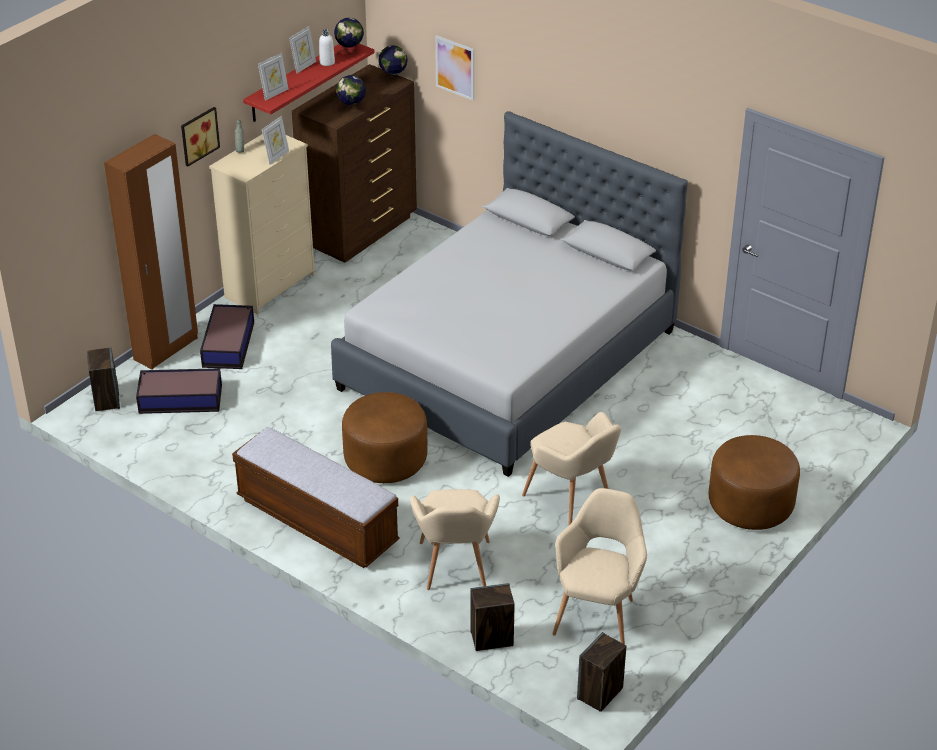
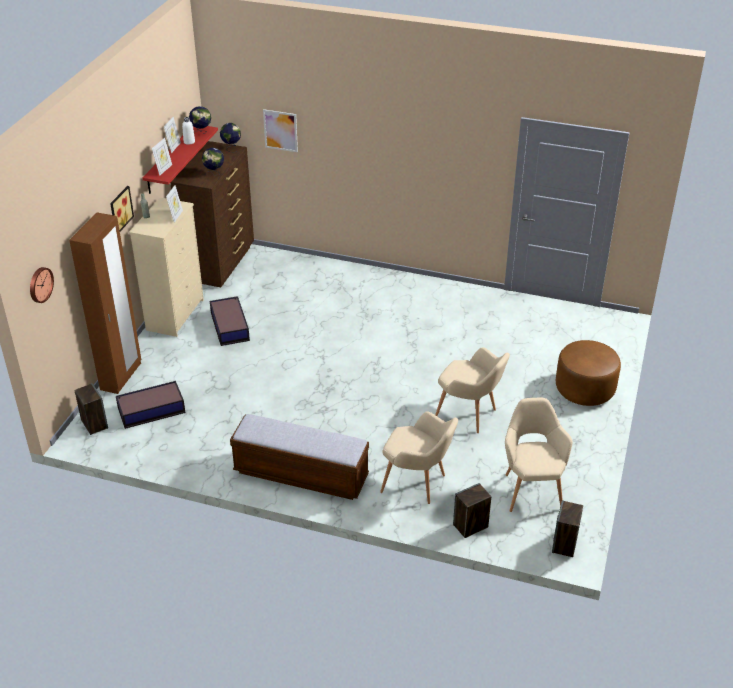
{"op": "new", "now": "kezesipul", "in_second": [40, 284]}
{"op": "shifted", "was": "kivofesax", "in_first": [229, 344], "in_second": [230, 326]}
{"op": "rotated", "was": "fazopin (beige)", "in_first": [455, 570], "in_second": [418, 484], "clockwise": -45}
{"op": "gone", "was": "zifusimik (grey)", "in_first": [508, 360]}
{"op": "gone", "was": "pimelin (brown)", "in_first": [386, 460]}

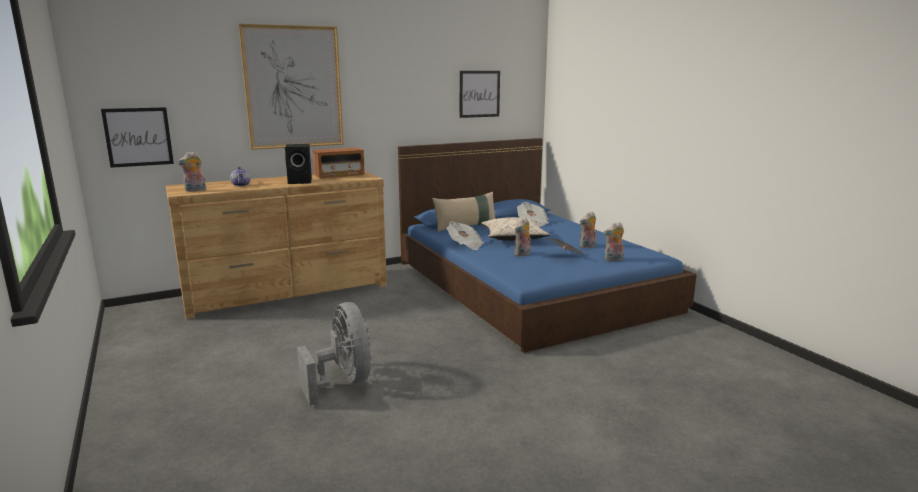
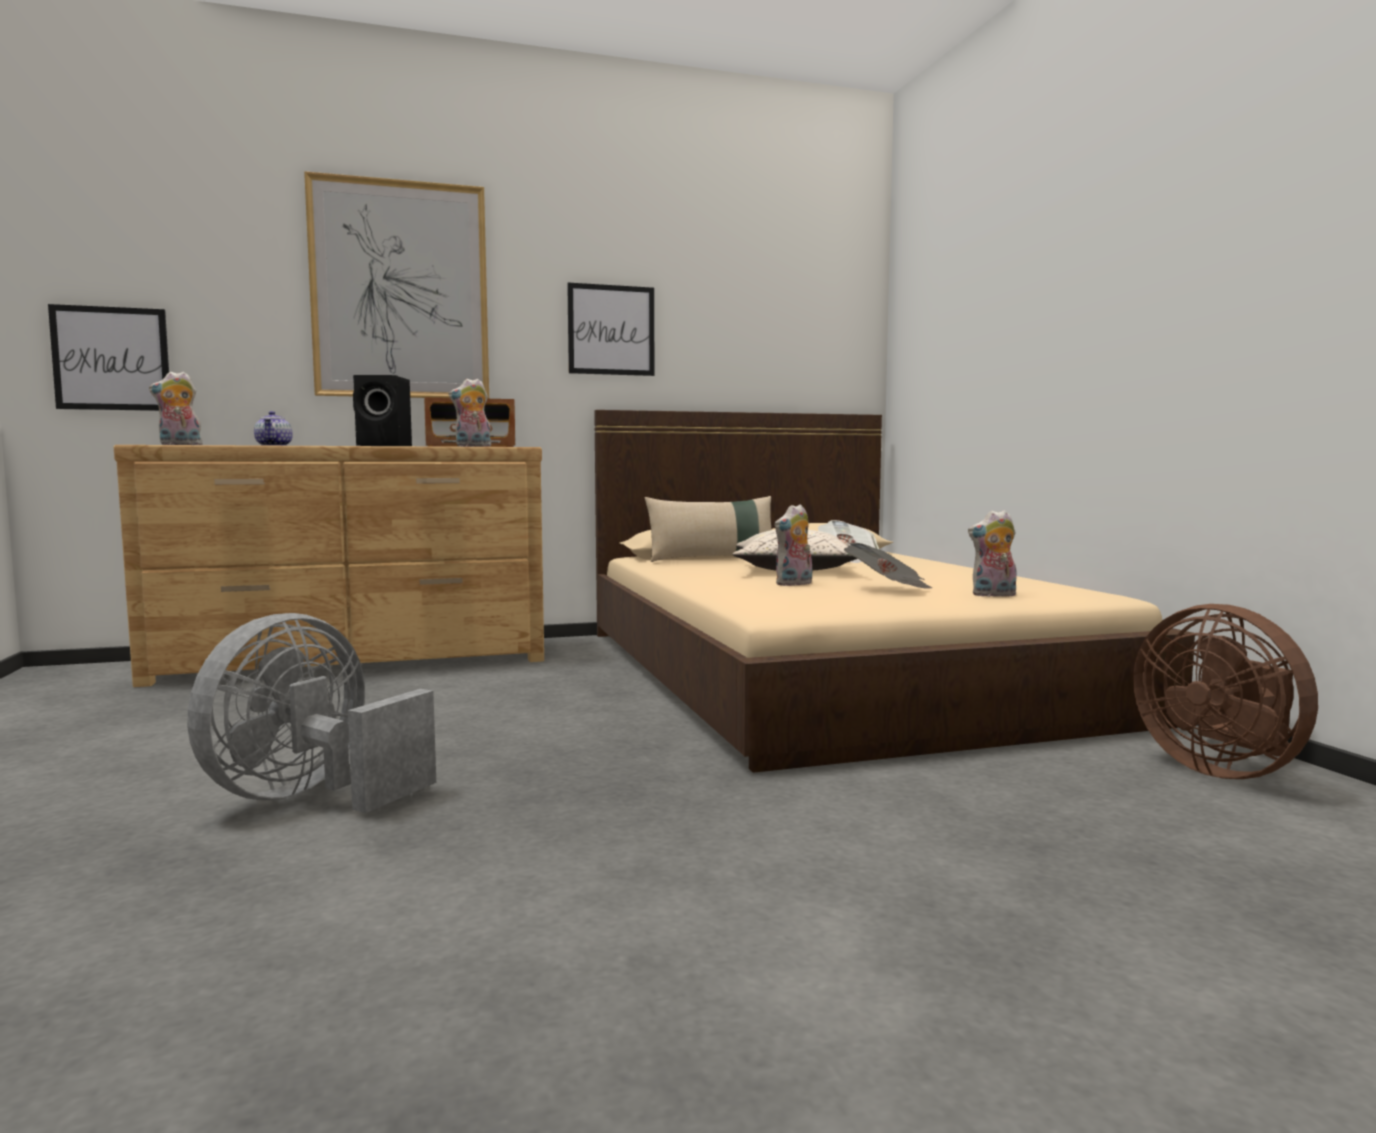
{"op": "rotated", "was": "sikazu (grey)", "in_first": [343, 382], "in_second": [310, 797], "clockwise": -135}
{"op": "shifted", "was": "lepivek", "in_first": [587, 246], "in_second": [472, 446]}
{"op": "shifted", "was": "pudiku", "in_first": [479, 94], "in_second": [611, 330]}
{"op": "repainted", "was": "zifusimik (blue)", "now": "zifusimik (beige)", "in_first": [529, 285], "in_second": [829, 671]}
{"op": "new", "now": "sikazu (brown)", "in_second": [1220, 769]}
{"op": "gone", "was": "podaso", "in_first": [465, 245]}

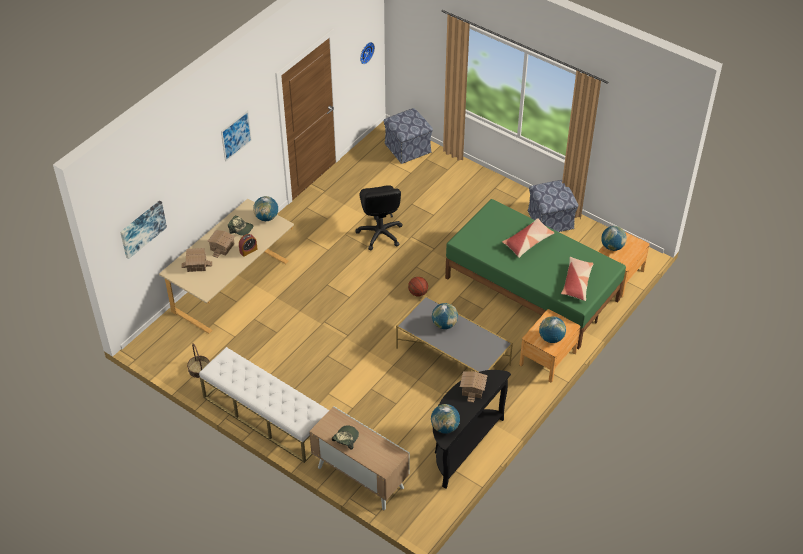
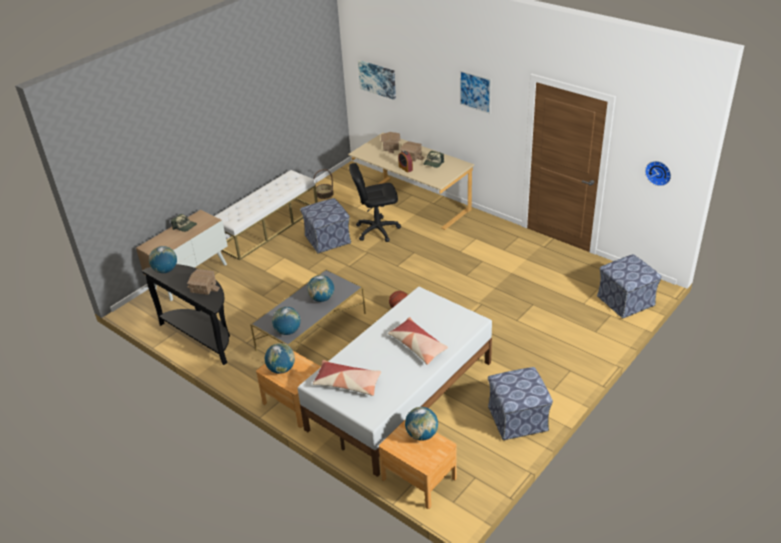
{"op": "shifted", "was": "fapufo", "in_first": [266, 217], "in_second": [288, 331]}
{"op": "repainted", "was": "zifusimik (green)", "now": "zifusimik (white)", "in_first": [531, 289], "in_second": [399, 395]}
{"op": "new", "now": "pimelin", "in_second": [327, 240]}
{"op": "shifted", "was": "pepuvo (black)", "in_first": [380, 234], "in_second": [377, 230]}

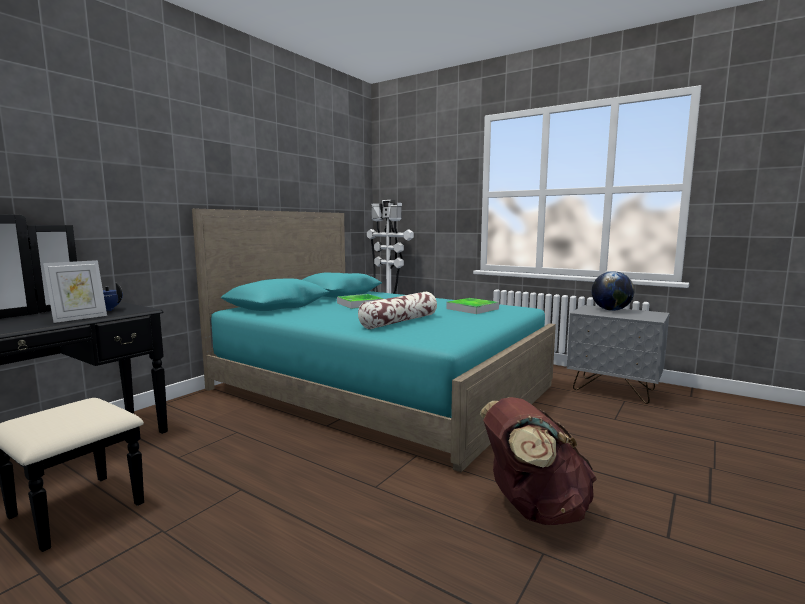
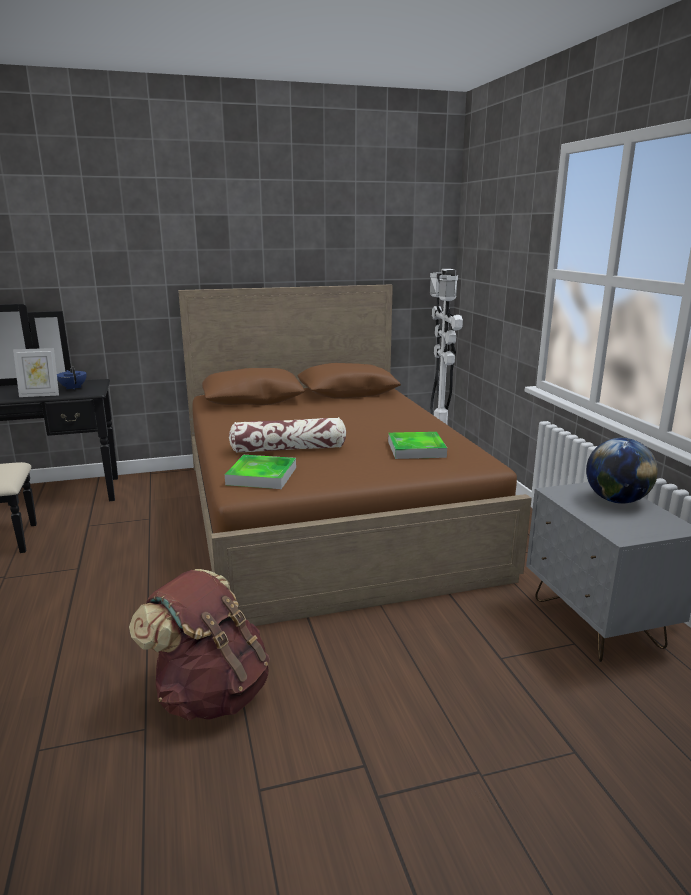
{"op": "repainted", "was": "zifusimik (turquoise)", "now": "zifusimik (brown)", "in_first": [381, 386], "in_second": [328, 514]}
{"op": "shifted", "was": "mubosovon", "in_first": [360, 304], "in_second": [261, 476]}

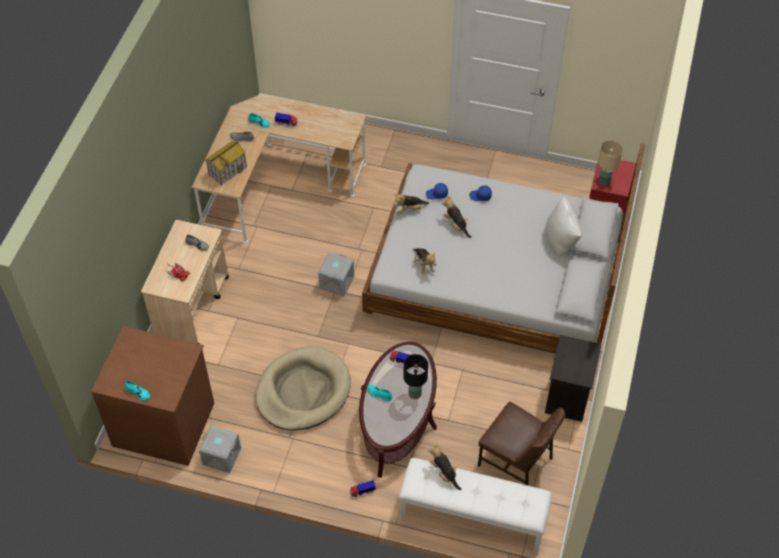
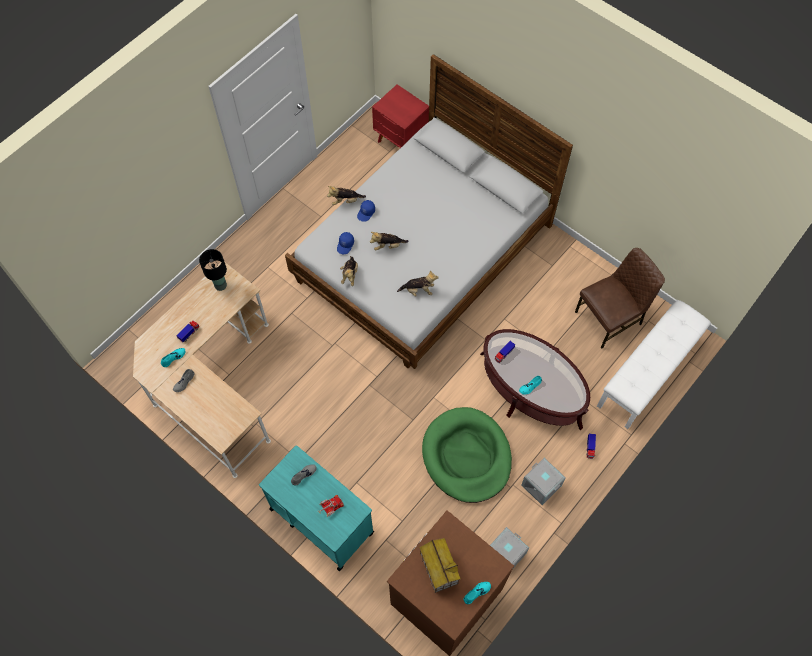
{"op": "shifted", "was": "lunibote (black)", "in_first": [414, 393], "in_second": [220, 285]}
{"op": "repainted", "was": "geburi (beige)", "now": "geburi (turquoise)", "in_first": [192, 306], "in_second": [321, 520]}
{"op": "shifted", "was": "lepivek", "in_first": [444, 473], "in_second": [345, 201]}
{"op": "shifted", "was": "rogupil", "in_first": [227, 170], "in_second": [438, 568]}
{"op": "repainted", "was": "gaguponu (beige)", "now": "gaguponu (green)", "in_first": [303, 391], "in_second": [466, 456]}
{"op": "shifted", "was": "kivofesax (grey)", "in_first": [336, 282], "in_second": [540, 485]}
{"op": "gone", "was": "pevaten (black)", "in_first": [568, 398]}
{"op": "gone", "was": "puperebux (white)", "in_first": [561, 242]}
{"op": "gone", "was": "lunibote (beige)", "in_first": [604, 181]}

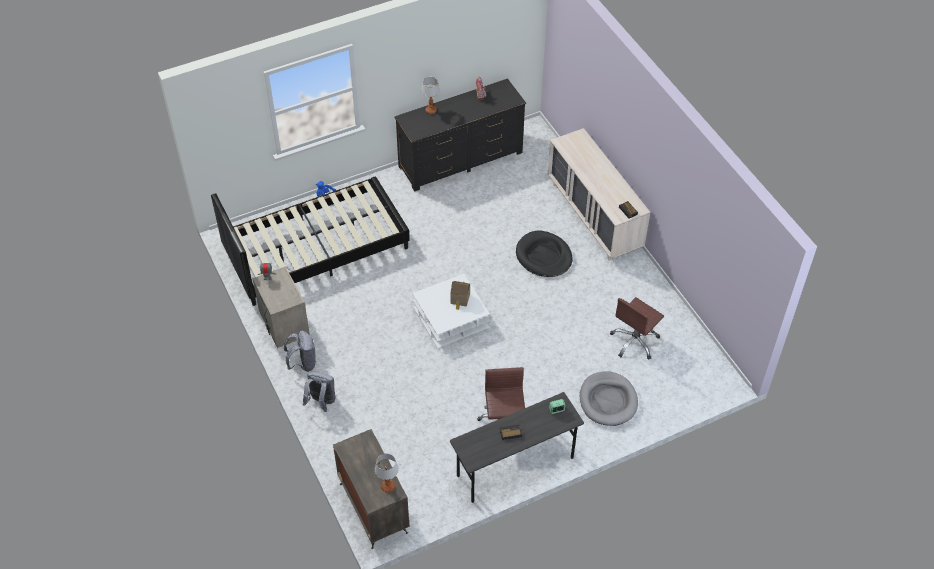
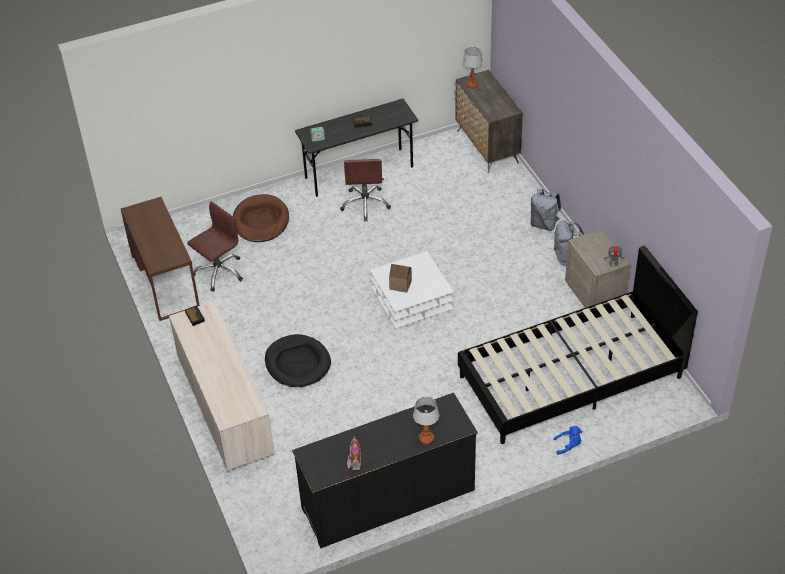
{"op": "new", "now": "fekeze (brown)", "in_second": [165, 281]}
{"op": "repainted", "was": "gaguponu (grey)", "now": "gaguponu (brown)", "in_first": [608, 400], "in_second": [261, 221]}

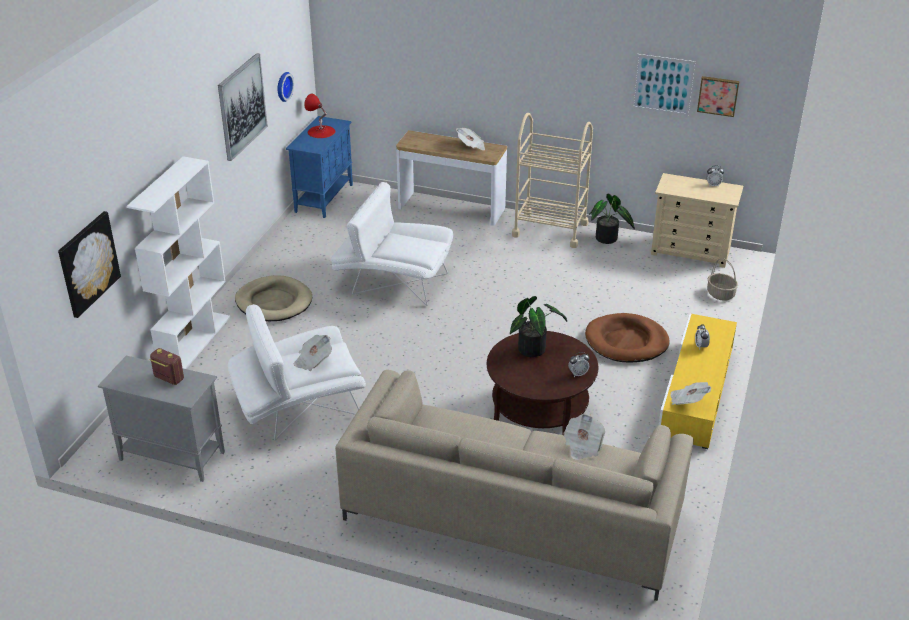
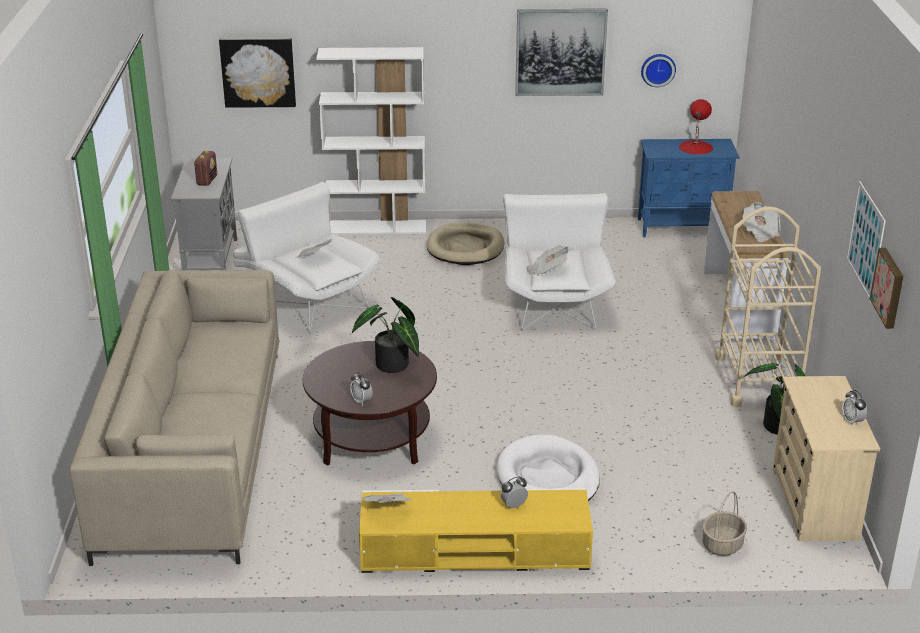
{"op": "repainted", "was": "gaguponu (brown)", "now": "gaguponu (white)", "in_first": [626, 342], "in_second": [548, 478]}
{"op": "shifted", "was": "podaso", "in_first": [582, 446], "in_second": [547, 270]}

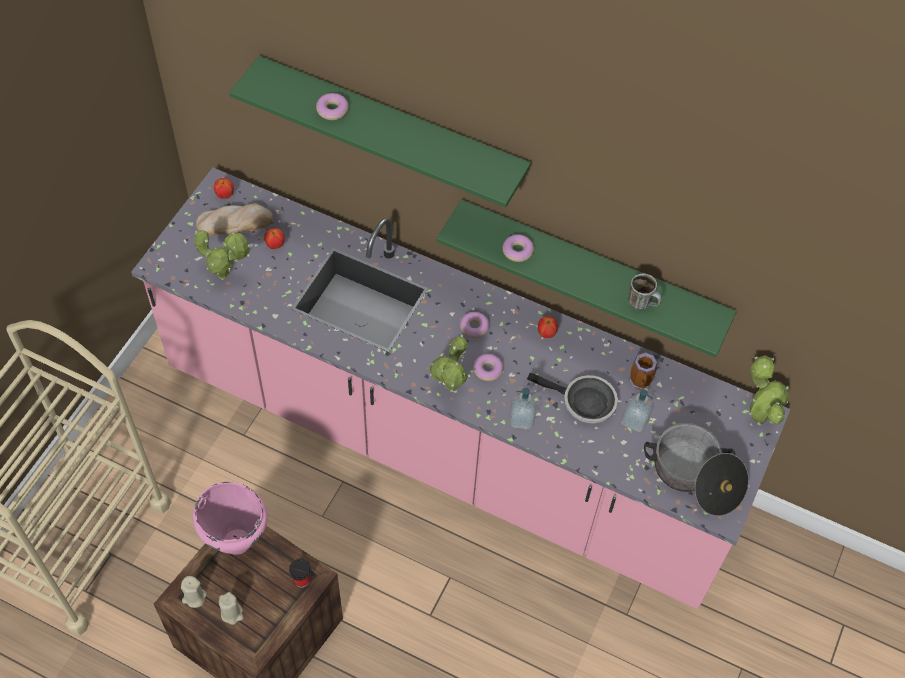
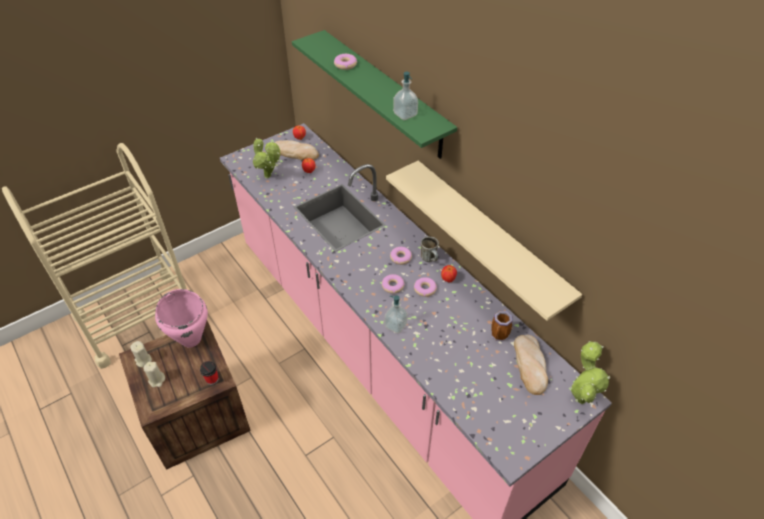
{"op": "repainted", "was": "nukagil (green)", "now": "nukagil (beige)", "in_first": [591, 271], "in_second": [489, 237]}
{"op": "shifted", "was": "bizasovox", "in_first": [634, 421], "in_second": [405, 114]}
{"op": "shifted", "was": "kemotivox", "in_first": [517, 251], "in_second": [425, 289]}
{"op": "shifted", "was": "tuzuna", "in_first": [643, 303], "in_second": [430, 259]}
{"op": "new", "now": "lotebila", "in_second": [530, 365]}
{"op": "gone", "was": "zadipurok", "in_first": [450, 389]}
{"op": "gone", "was": "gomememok", "in_first": [584, 402]}
{"op": "gone", "was": "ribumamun", "in_first": [694, 477]}

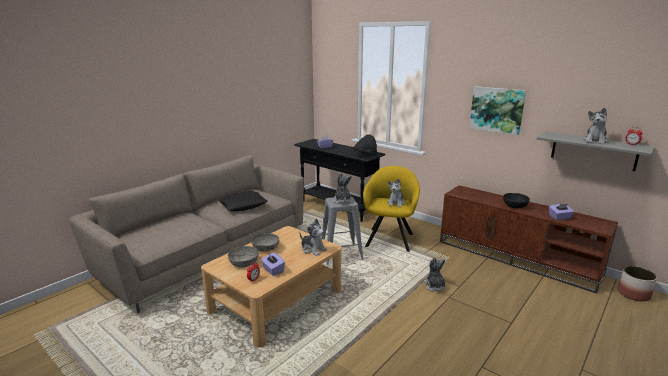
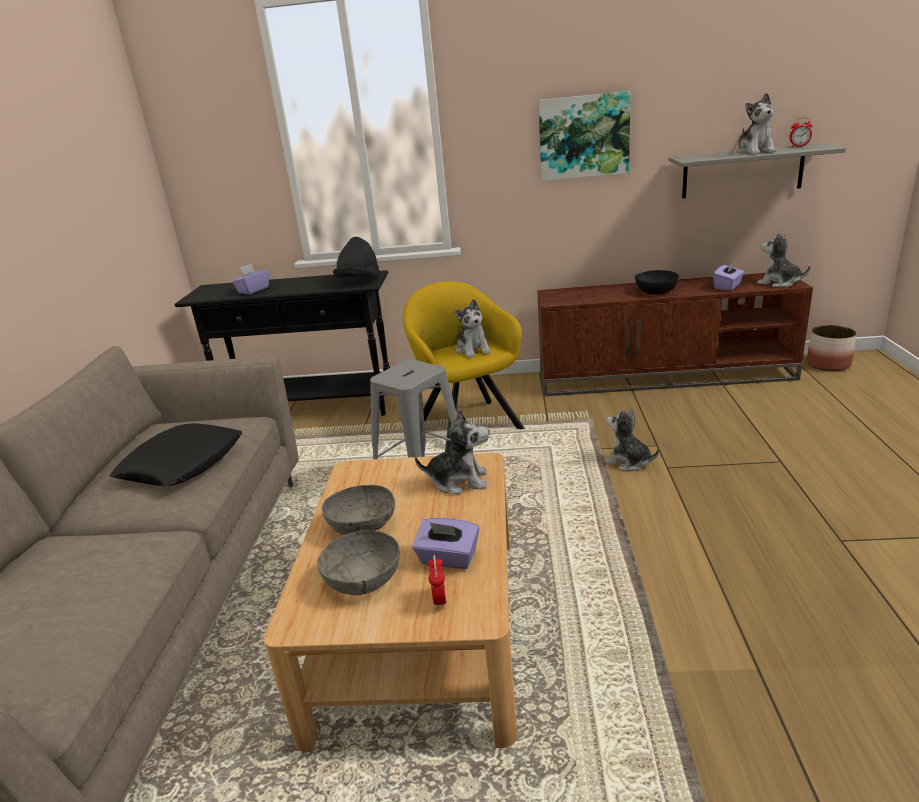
{"op": "shifted", "was": "lepivek", "in_first": [342, 201], "in_second": [779, 283]}

